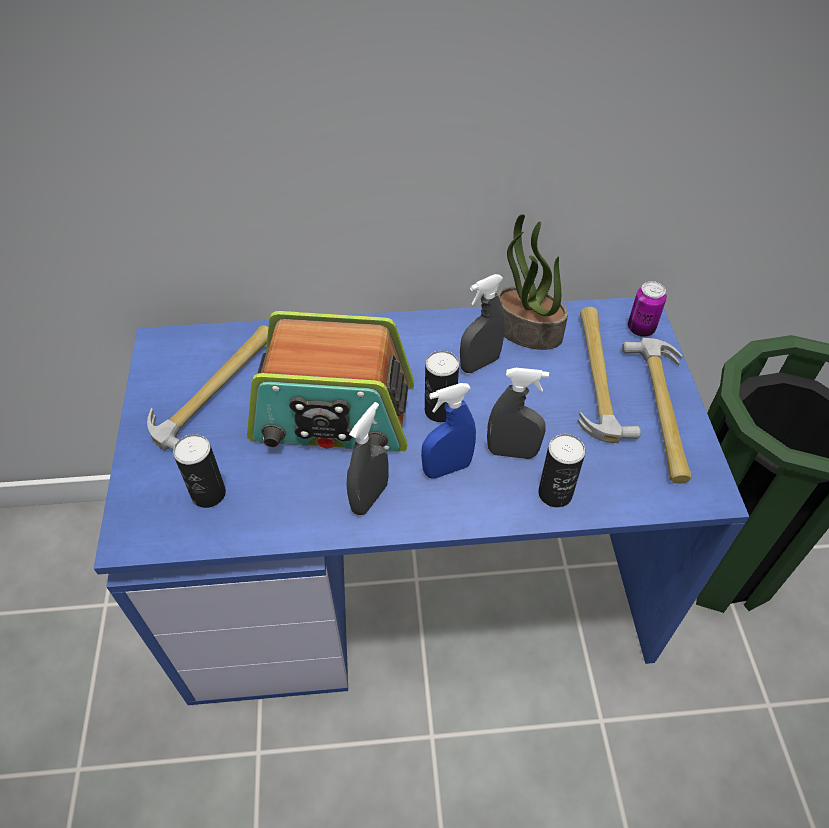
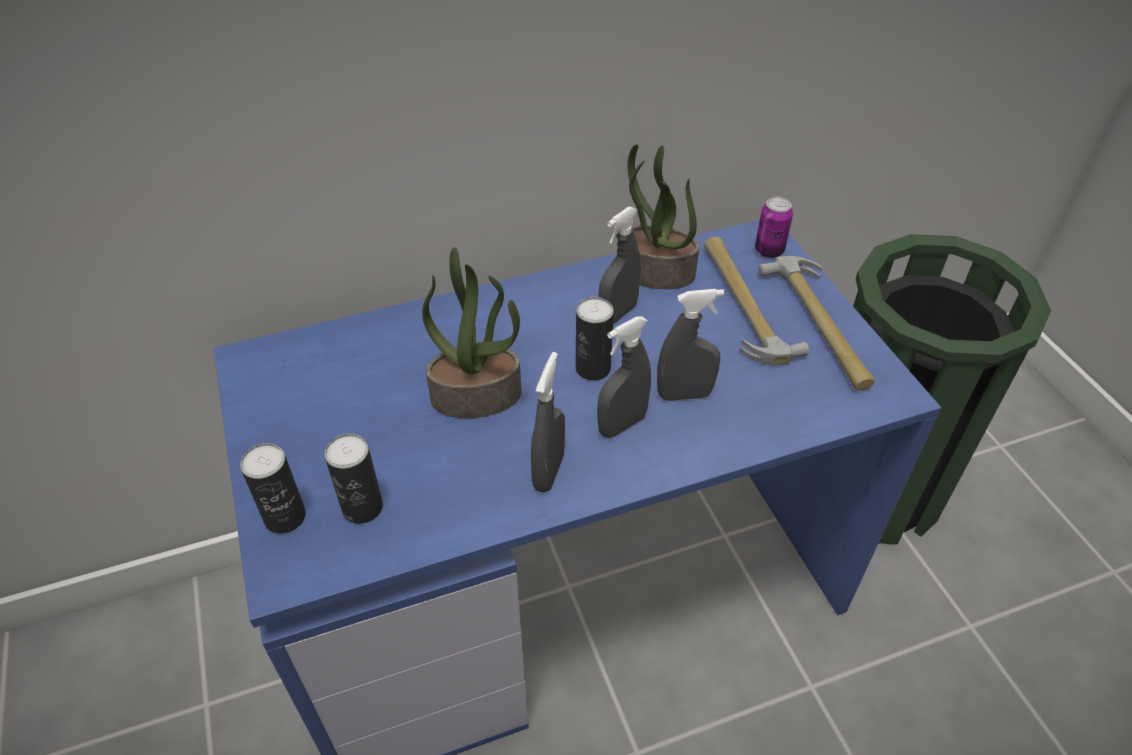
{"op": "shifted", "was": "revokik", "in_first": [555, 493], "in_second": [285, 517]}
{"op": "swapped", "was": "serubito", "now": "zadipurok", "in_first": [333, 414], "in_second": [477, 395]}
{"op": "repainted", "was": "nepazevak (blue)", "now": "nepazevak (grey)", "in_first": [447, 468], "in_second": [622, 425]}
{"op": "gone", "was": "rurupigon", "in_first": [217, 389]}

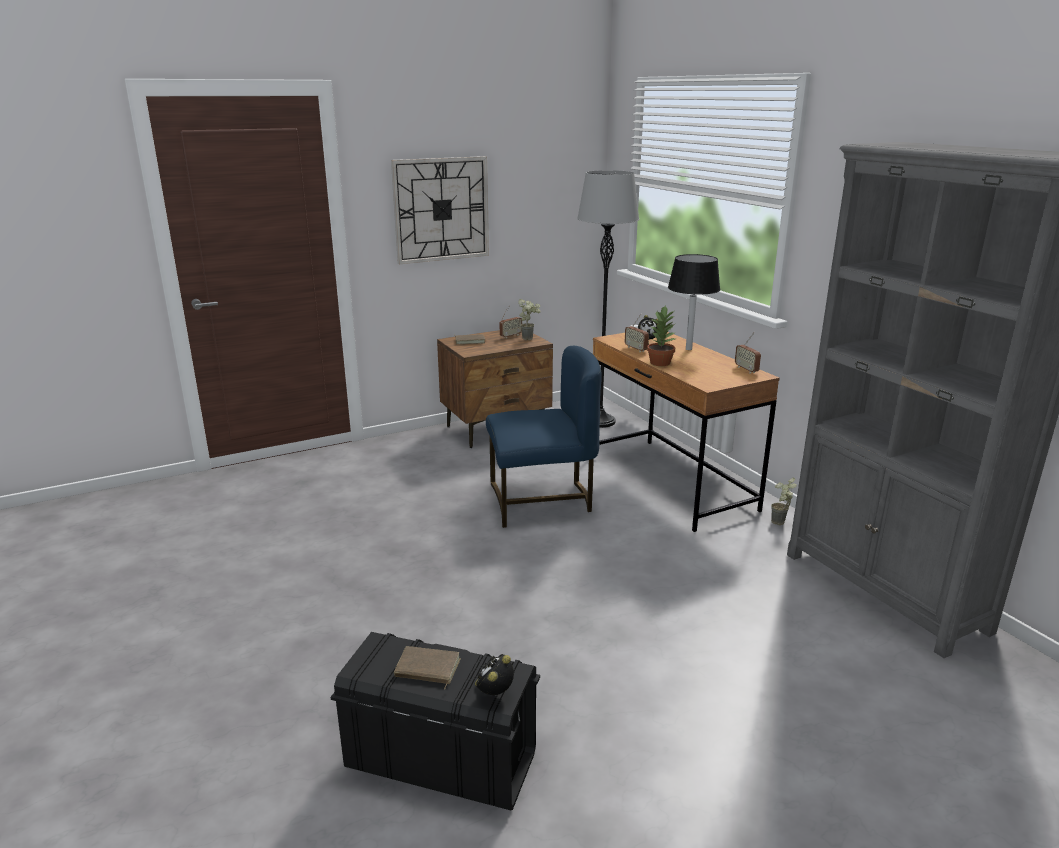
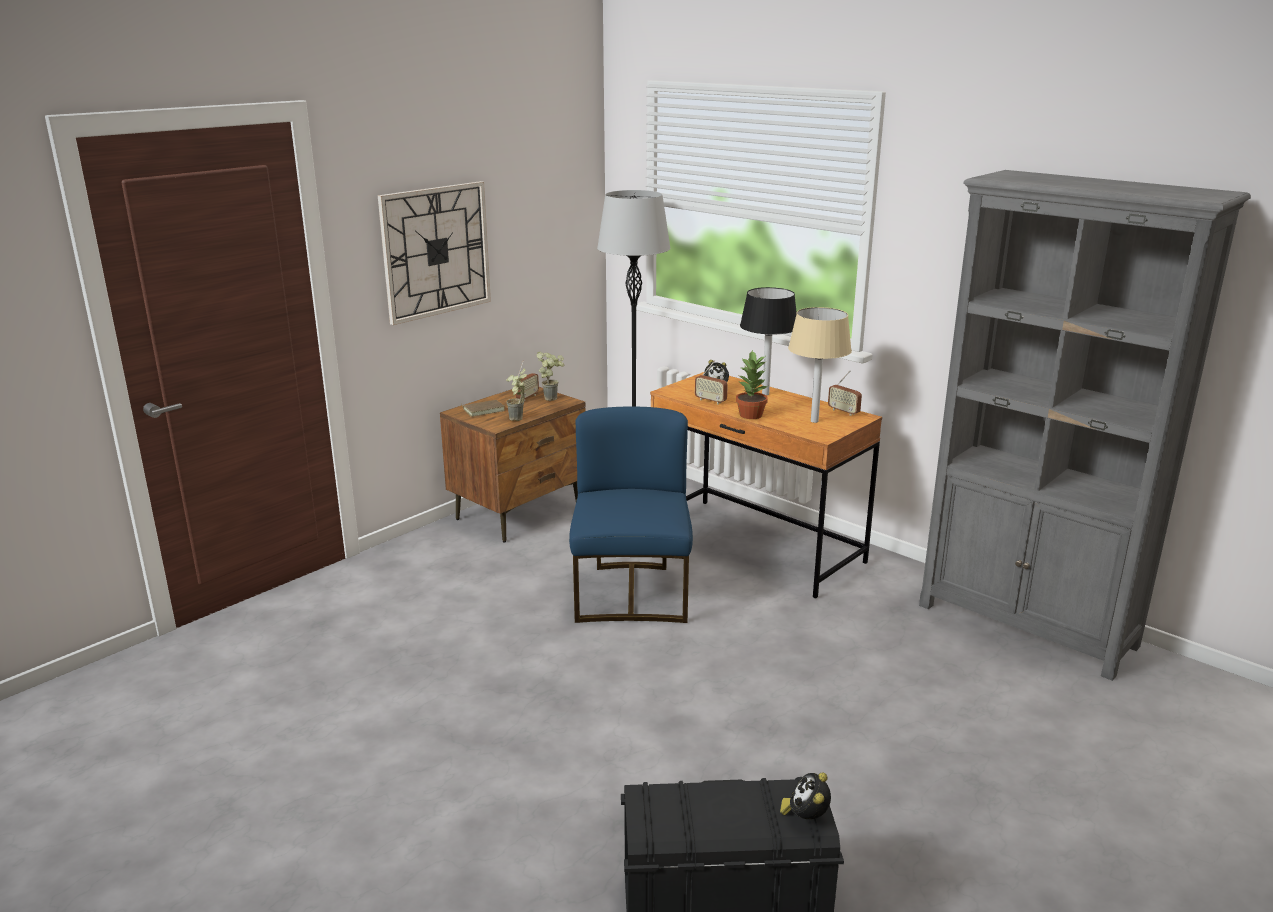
{"op": "shifted", "was": "zadipurok", "in_first": [780, 524], "in_second": [518, 420]}
{"op": "rotated", "was": "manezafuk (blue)", "in_first": [541, 501], "in_second": [632, 593], "clockwise": -60}
{"op": "new", "now": "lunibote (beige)", "in_second": [814, 421]}
{"op": "gone", "was": "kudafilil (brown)", "in_first": [426, 669]}

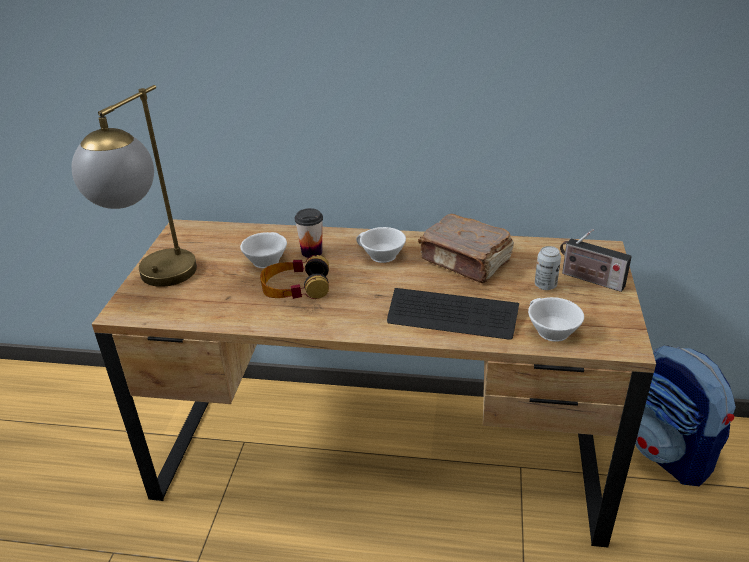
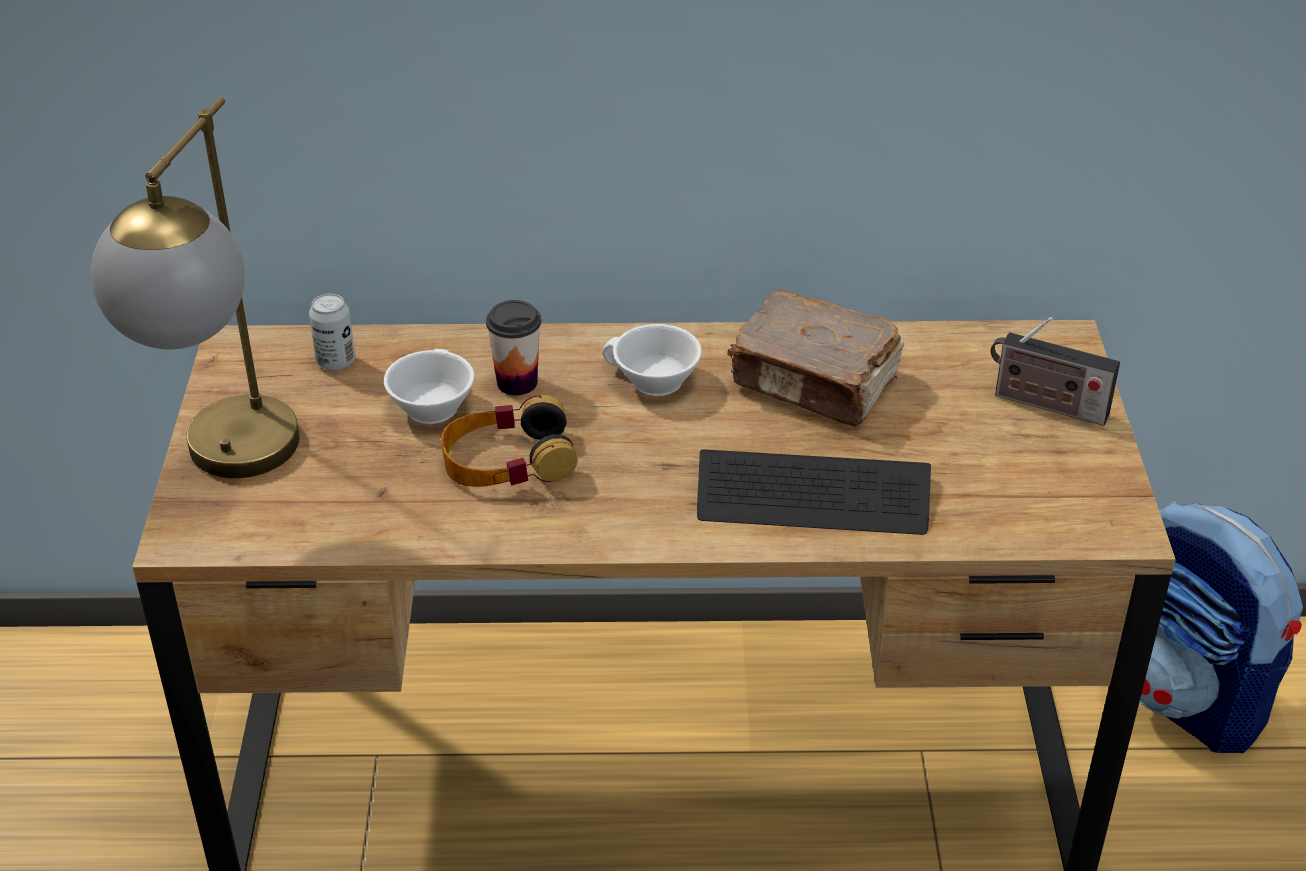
{"op": "shifted", "was": "revokik", "in_first": [545, 285], "in_second": [336, 361]}
{"op": "gone", "was": "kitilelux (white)", "in_first": [550, 331]}

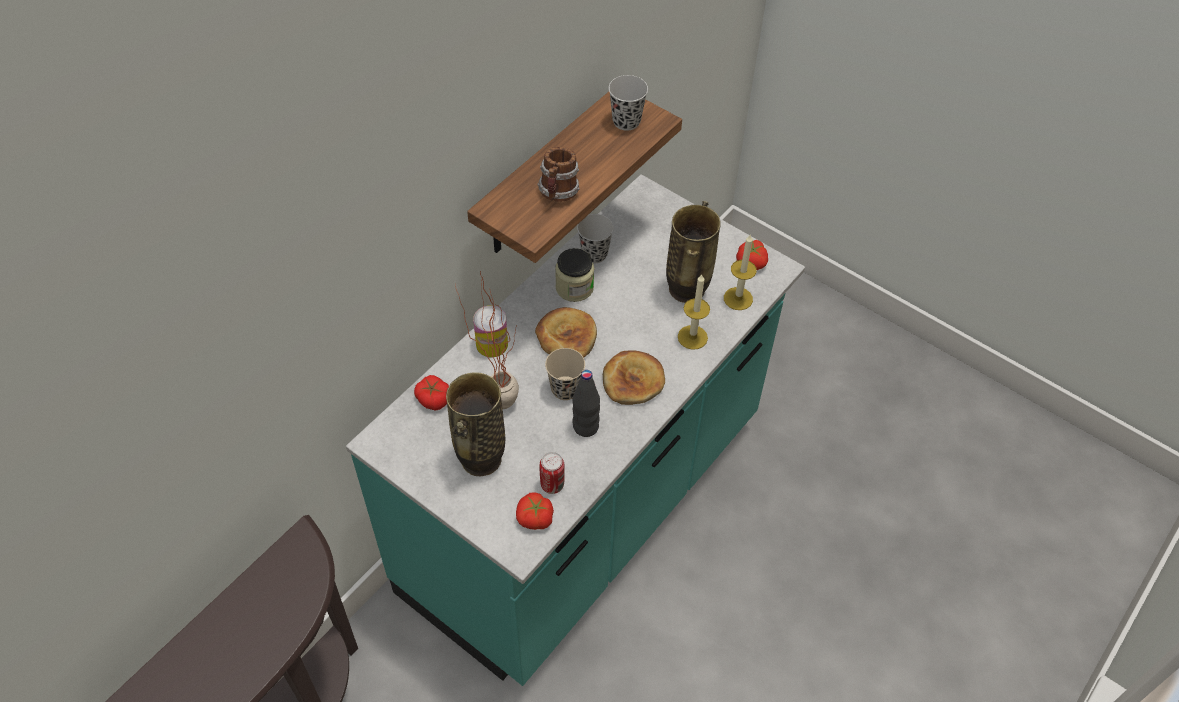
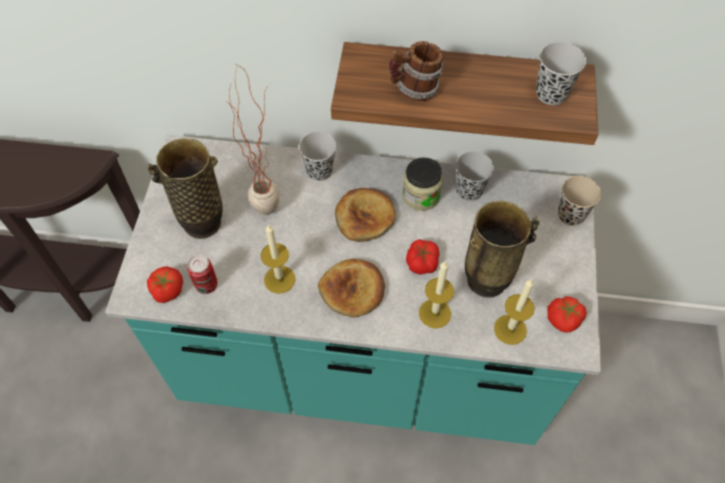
{"op": "swapped", "was": "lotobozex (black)", "now": "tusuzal", "in_first": [585, 427], "in_second": [279, 279]}
{"op": "swapped", "was": "revokik", "now": "kitilelux (black)", "in_first": [492, 344], "in_second": [319, 171]}
{"op": "shifted", "was": "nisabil", "in_first": [433, 399], "in_second": [422, 262]}
{"op": "shifted", "was": "kitilelux (beige)", "in_first": [565, 389], "in_second": [570, 215]}

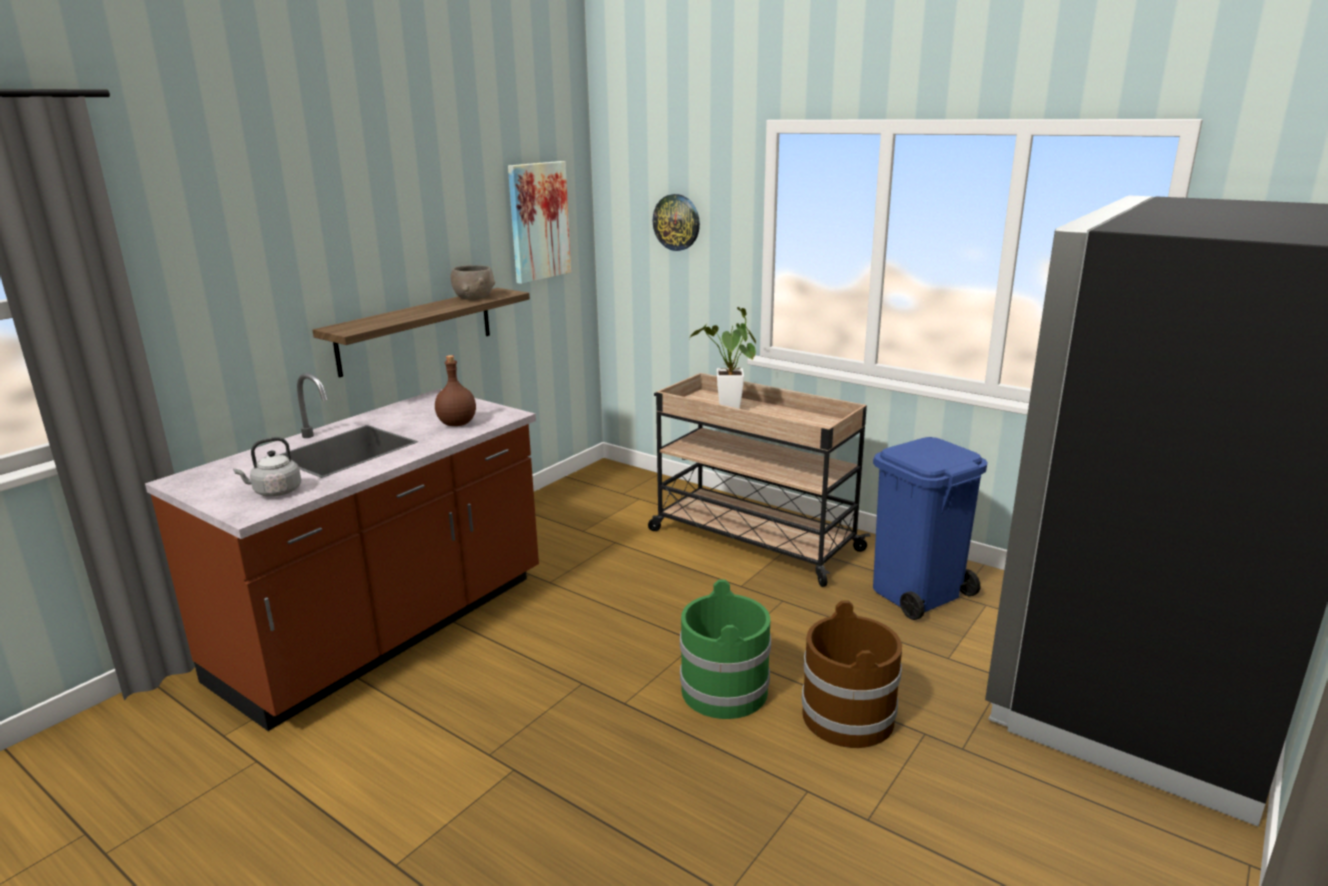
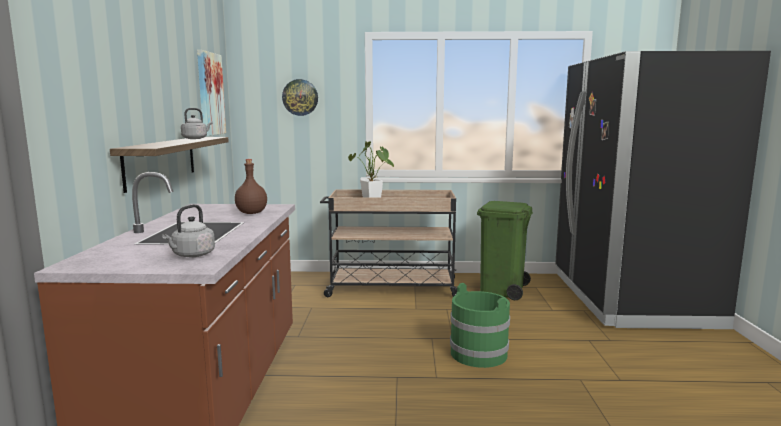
{"op": "swapped", "was": "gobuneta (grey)", "now": "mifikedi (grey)", "in_first": [474, 297], "in_second": [196, 138]}
{"op": "repainted", "was": "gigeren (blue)", "now": "gigeren (green)", "in_first": [916, 593], "in_second": [502, 290]}
{"op": "gone", "was": "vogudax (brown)", "in_first": [848, 717]}

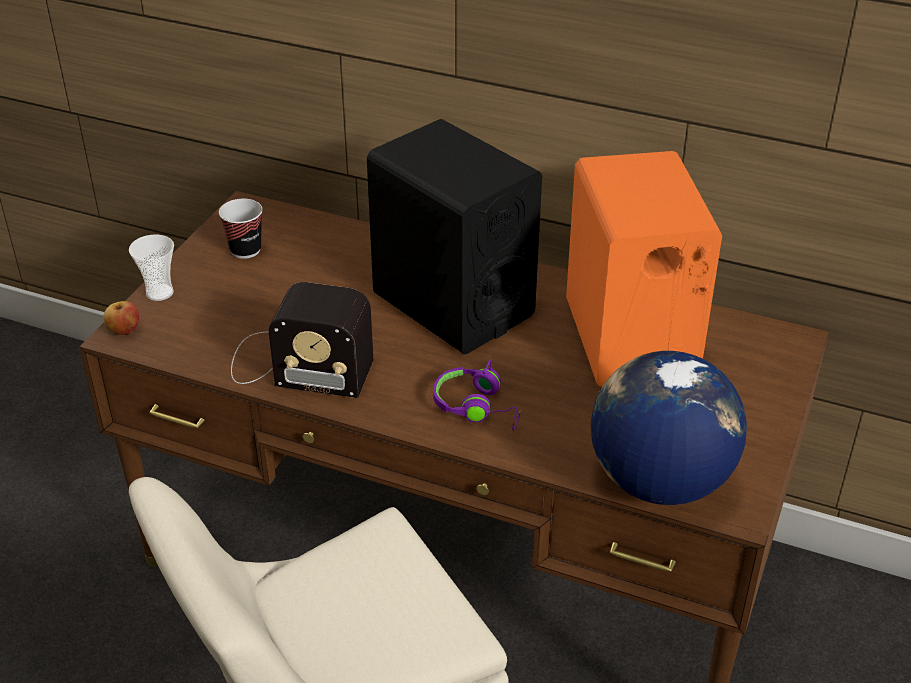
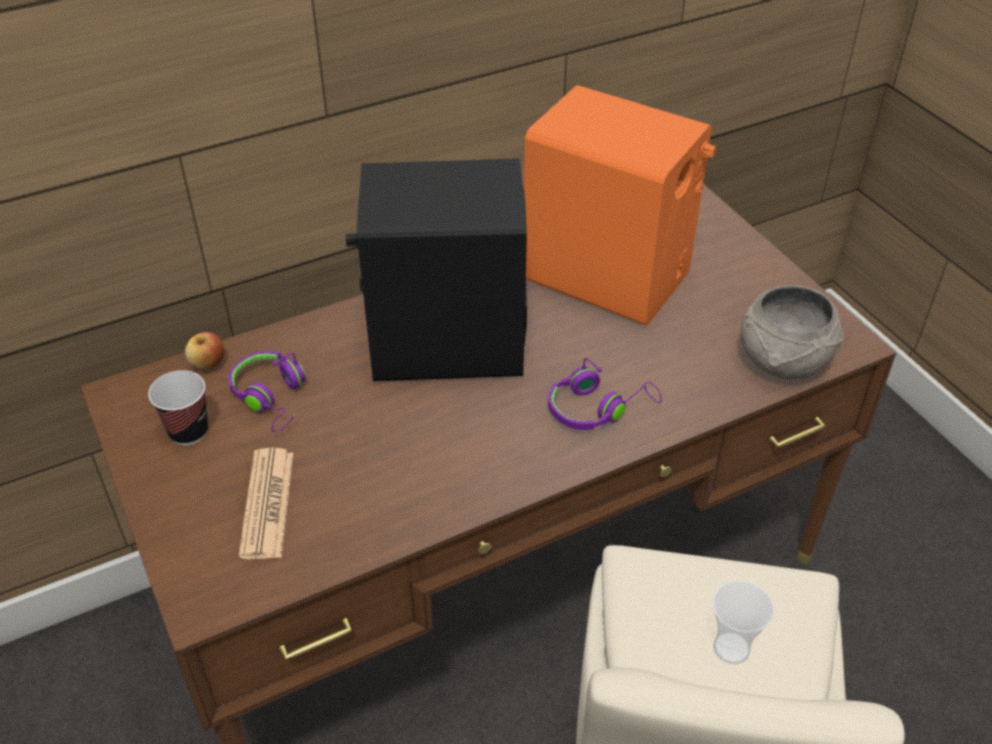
{"op": "shifted", "was": "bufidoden", "in_first": [124, 330], "in_second": [208, 364]}
{"op": "new", "now": "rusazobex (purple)", "in_second": [272, 397]}
{"op": "new", "now": "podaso", "in_second": [267, 504]}
{"op": "shifted", "was": "kitilelux", "in_first": [159, 293], "in_second": [731, 648]}
{"op": "swapped", "was": "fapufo", "now": "gobuneta (grey)", "in_first": [659, 481], "in_second": [783, 362]}
{"op": "gone", "was": "serubito", "in_first": [296, 364]}

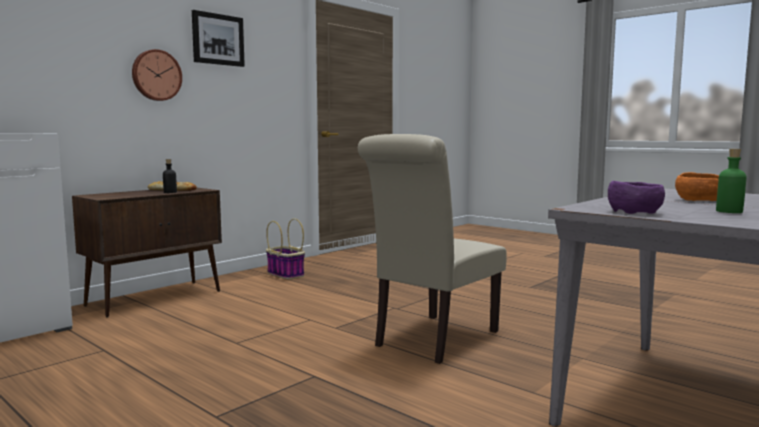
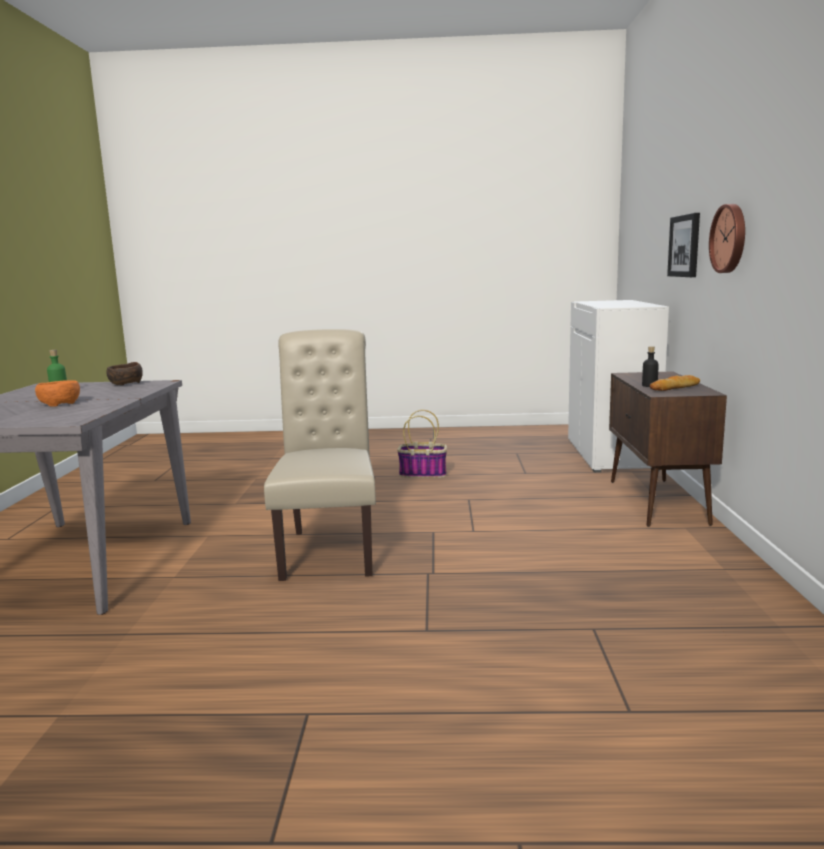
{"op": "repainted", "was": "gobuneta (purple)", "now": "gobuneta (brown)", "in_first": [635, 212], "in_second": [125, 384]}
{"op": "shifted", "was": "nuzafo", "in_first": [285, 274], "in_second": [423, 474]}
{"op": "shifted", "was": "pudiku", "in_first": [217, 39], "in_second": [685, 246]}

